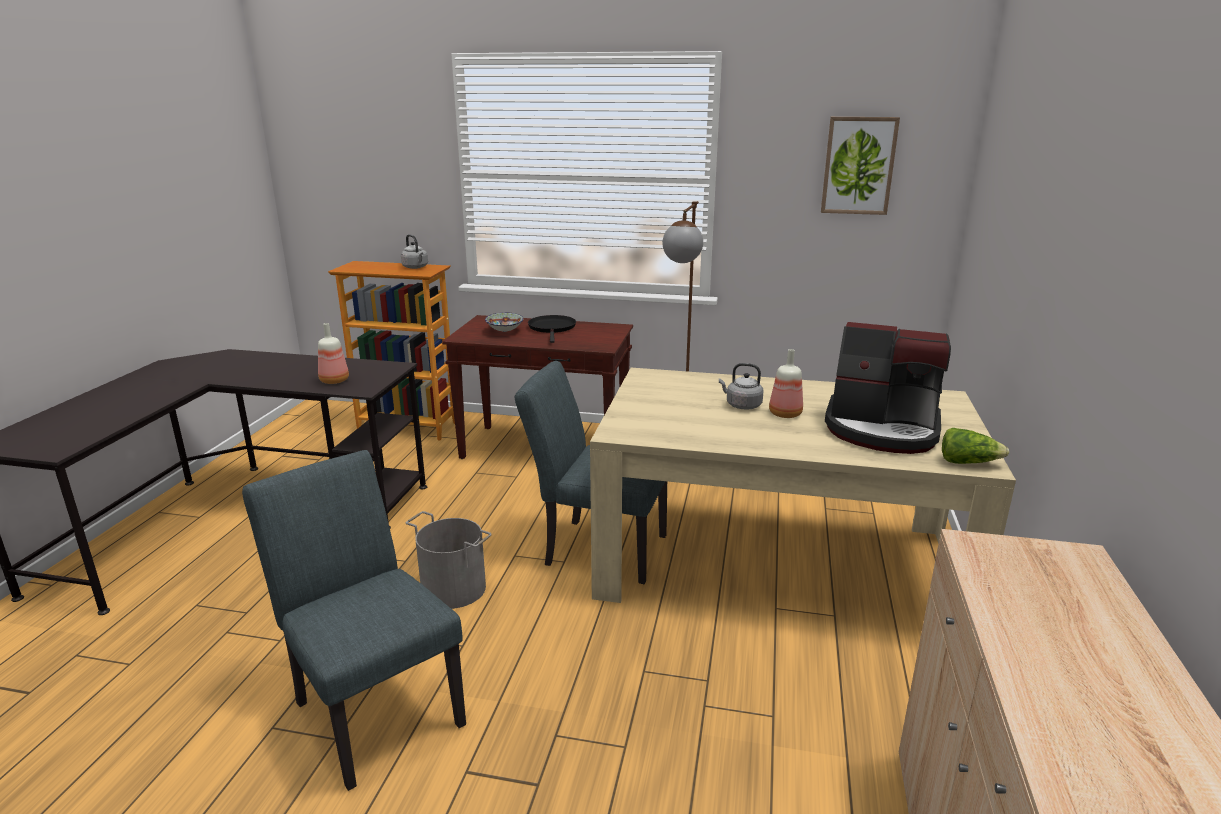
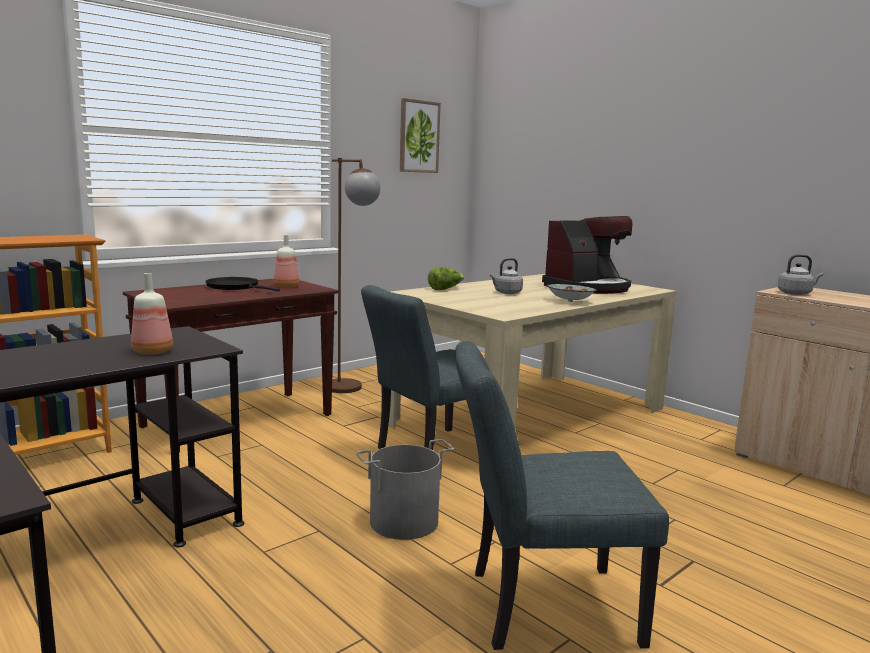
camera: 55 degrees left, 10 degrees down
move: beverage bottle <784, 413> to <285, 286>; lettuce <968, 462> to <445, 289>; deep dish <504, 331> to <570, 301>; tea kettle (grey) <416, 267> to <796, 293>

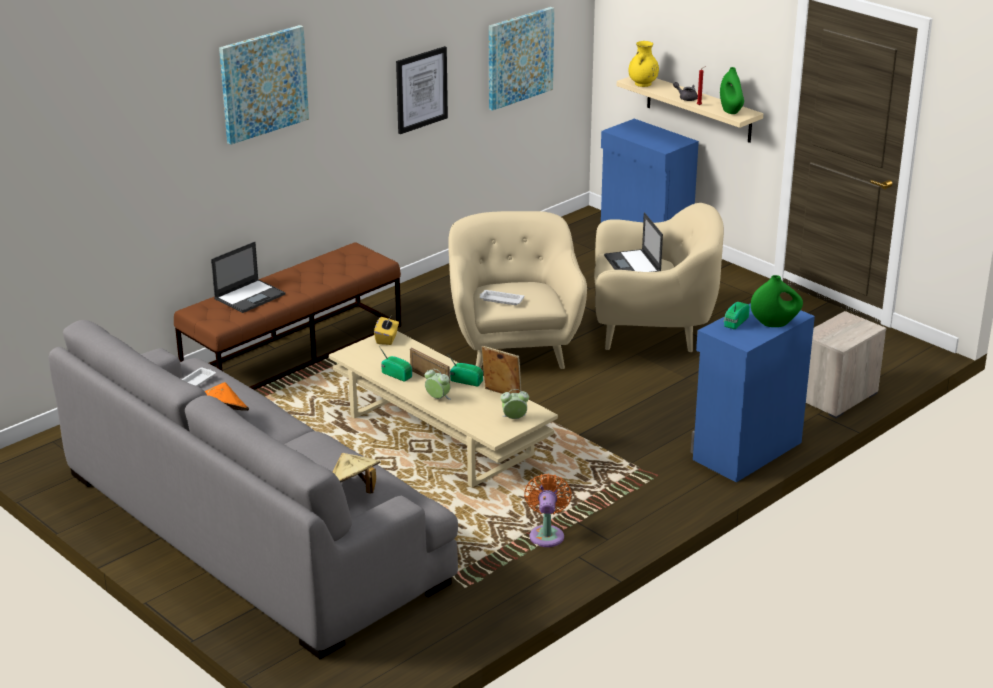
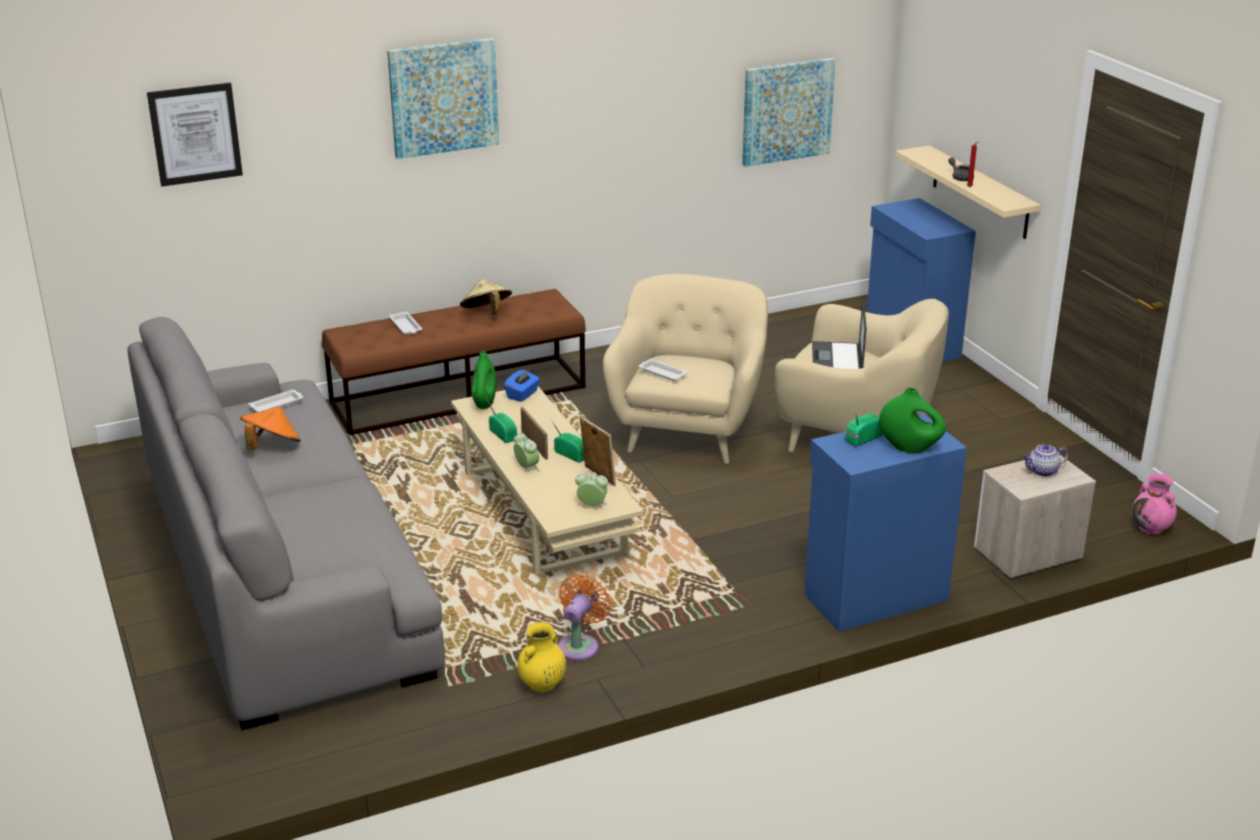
camera: 20 degrees right, 0 degrees up
insert: tea pot <1042, 471>; decorative vase (pinkish) <1151, 528>
move: wall picture <421, 89> to <195, 134>; wearable hat (sand-coloured) <353, 491> to <486, 314>; decorative vase (green) <731, 111> to <485, 403>; decorative vase (yellowish) <643, 84> to <542, 684>
replace: notebook computer <250, 296> to carrying tray (white) <406, 326>
recolor: tissue holder (yellowish) <387, 339> to tissue holder (blue-coloured) <522, 395>

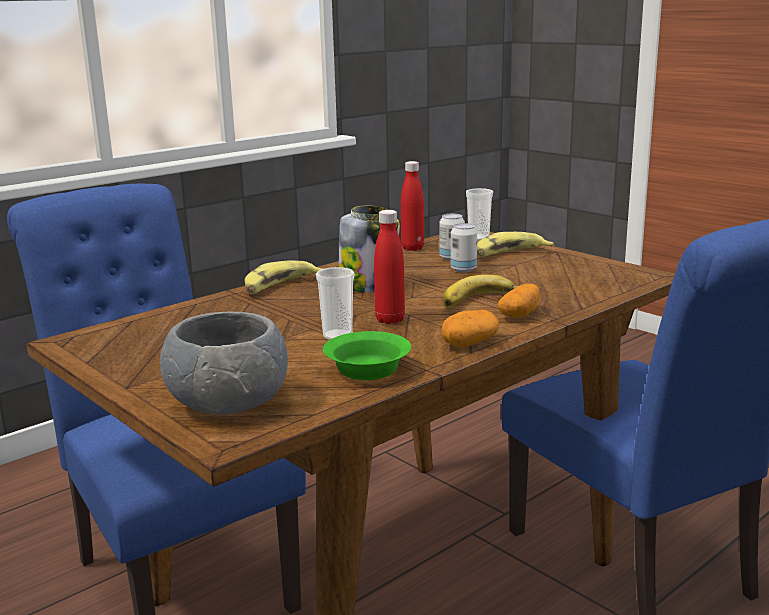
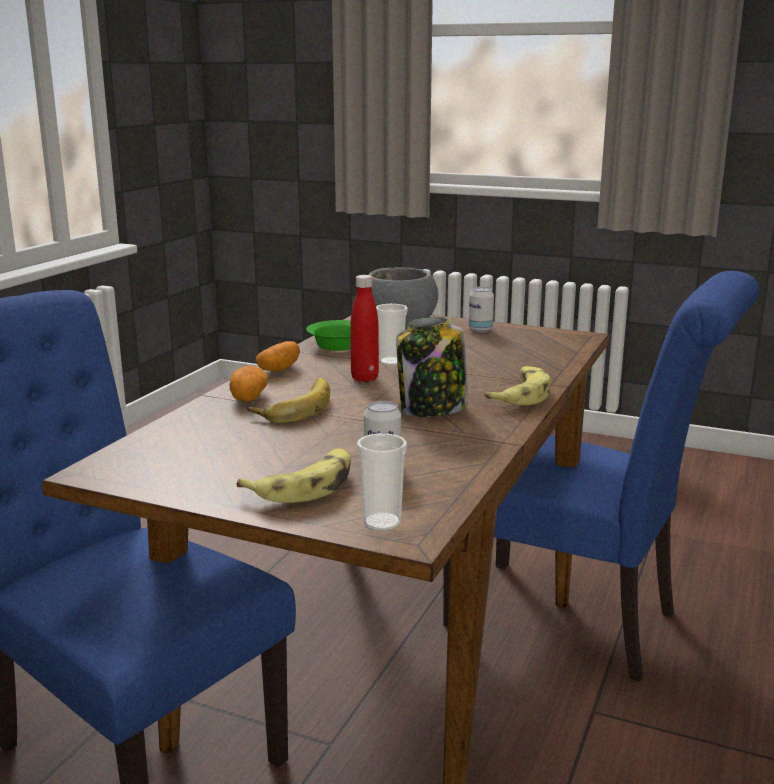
camera: 155 degrees right, 0 degrees up
delete: beverage bottle (red) <412, 248>
move: can <463, 269> to <480, 330>

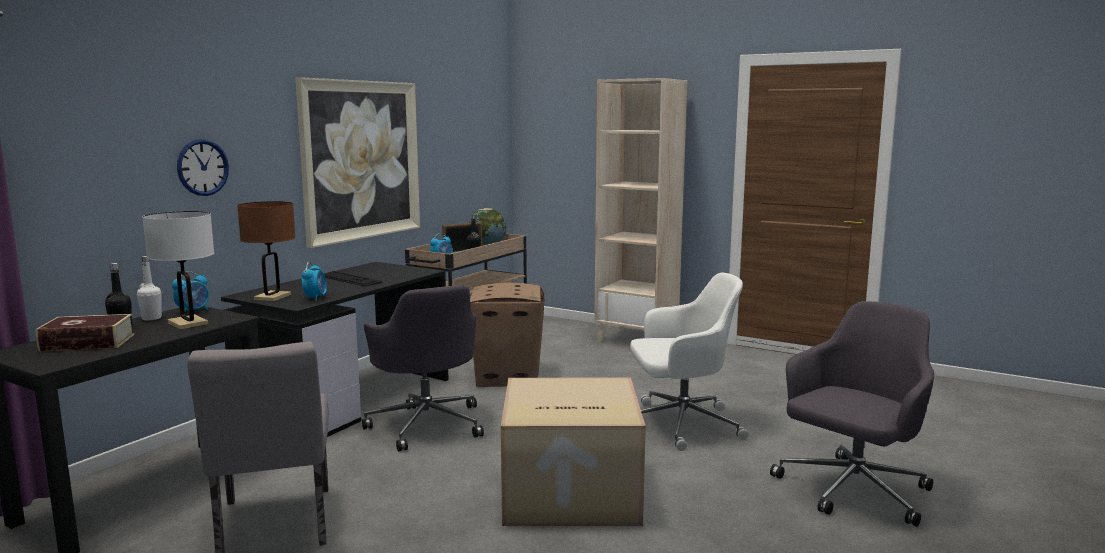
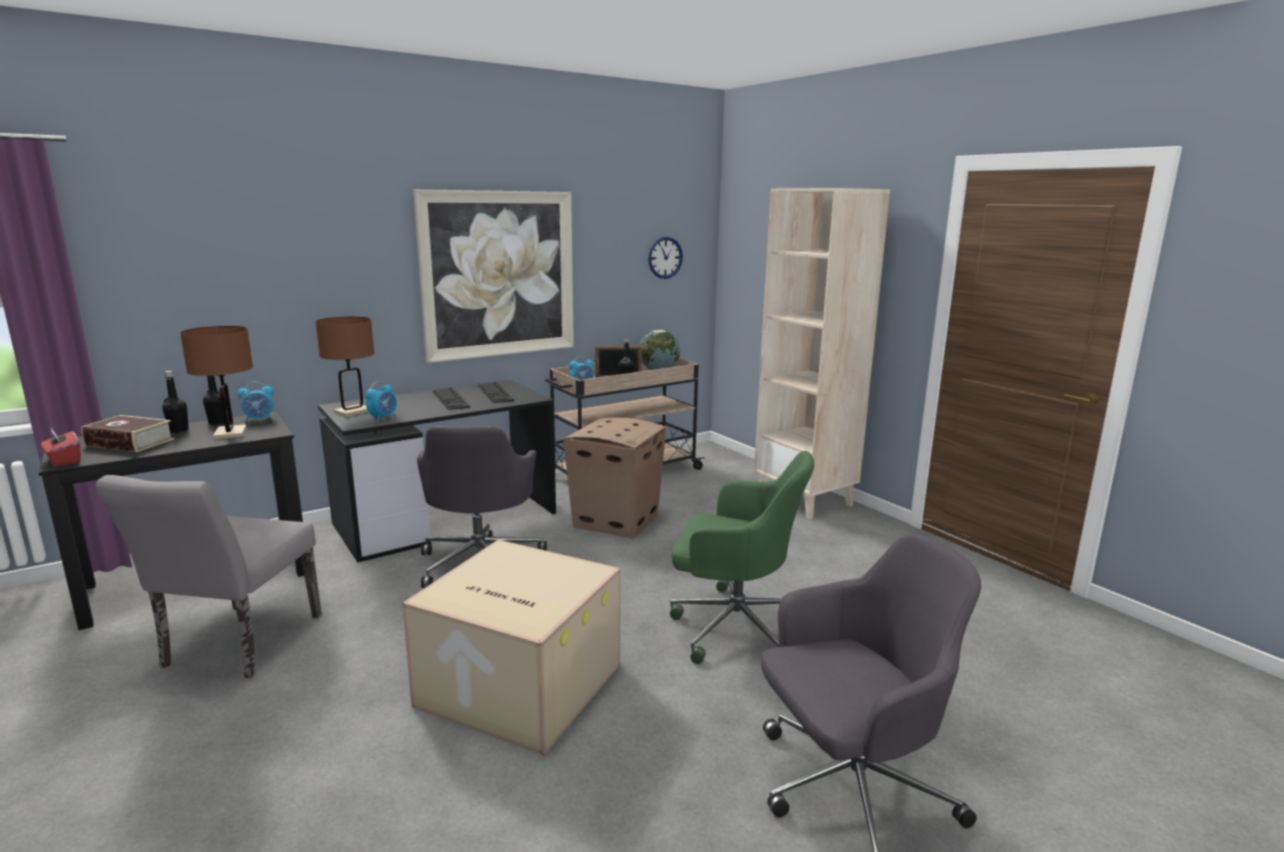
camera: 25 degrees right, 5 degrees up
insert: tissue holder (red) <64, 461>; keyboard <494, 392>
move: clock on the wall <202, 167> to <665, 257>
recolor: table lamp (white) <187, 323> to table lamp (brown) <230, 433>; beverage bottle (white) <151, 318> to beverage bottle (blackish) <218, 422>; desk chair (white) <681, 424> to desk chair (green) <734, 627>

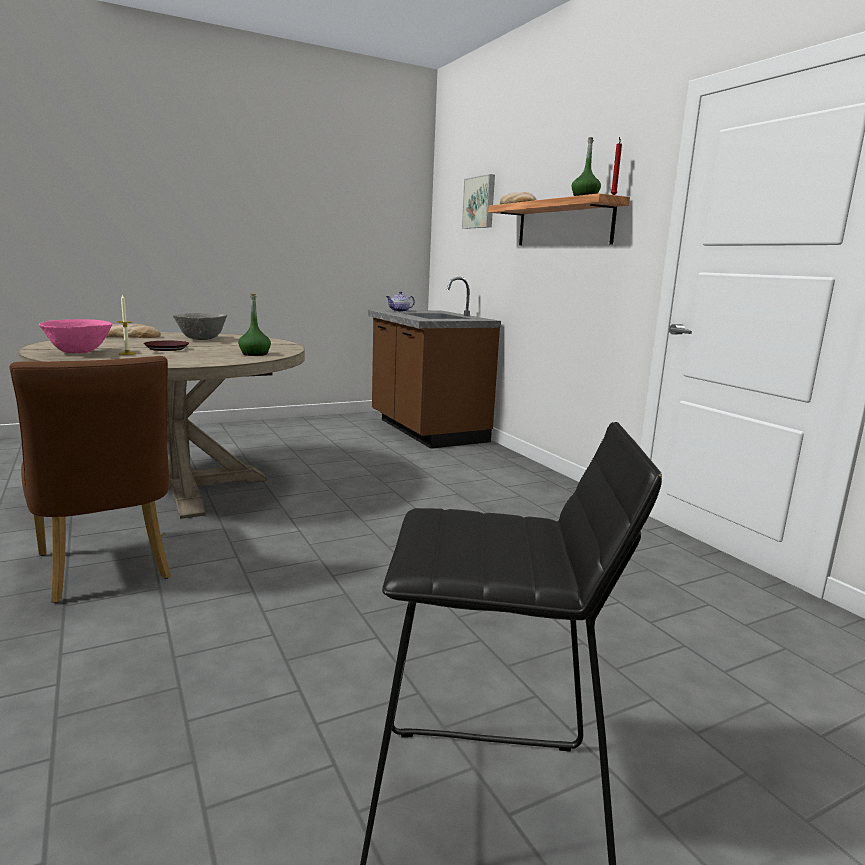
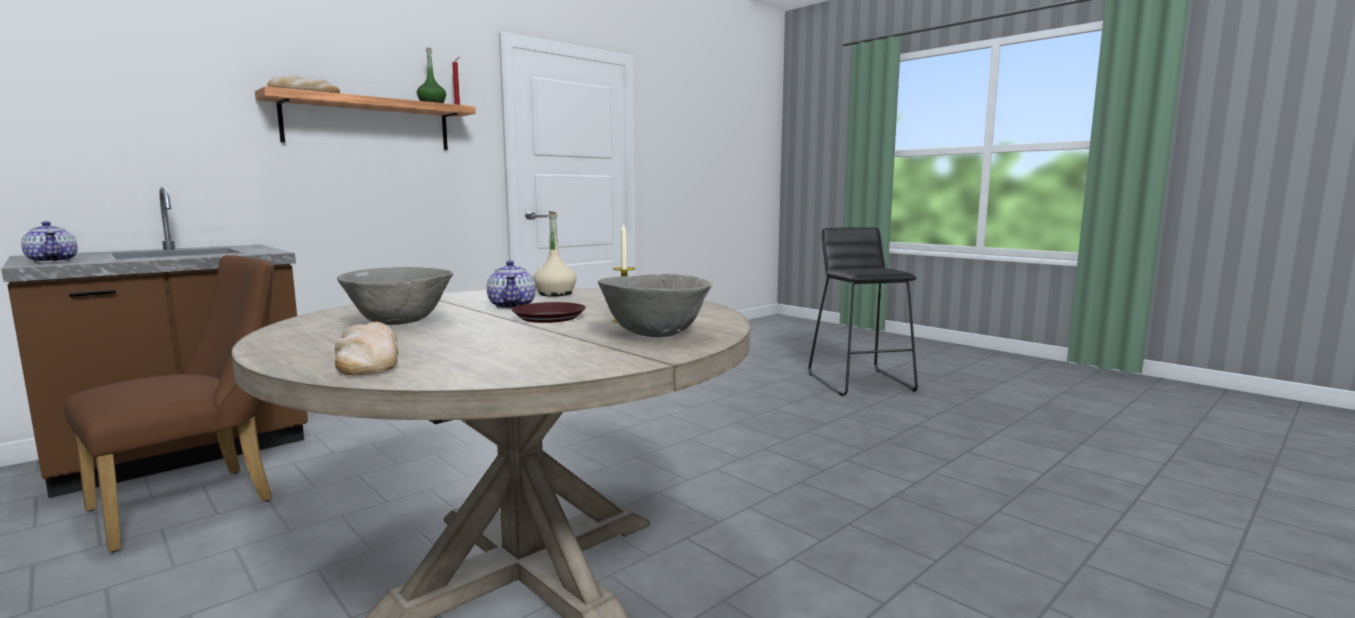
camera: 105 degrees left, 5 degrees down
delete: wall picture <480, 202>
insert: tea pot <512, 306>
move: plain chair (brown) <107, 571> to <198, 502>
recolor: beverage bottle (green) <255, 354> to beverage bottle (sand-coloured) <555, 294>; deep dish (pinkish) <79, 353> to deep dish (grey) <654, 334>

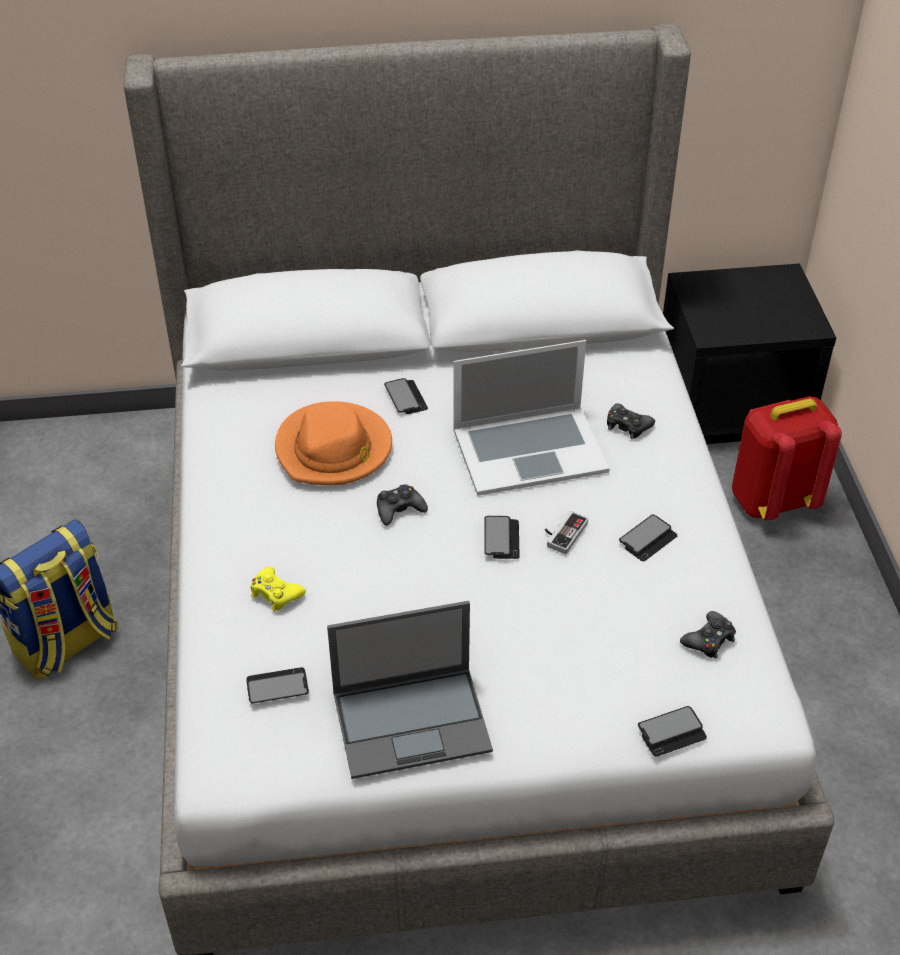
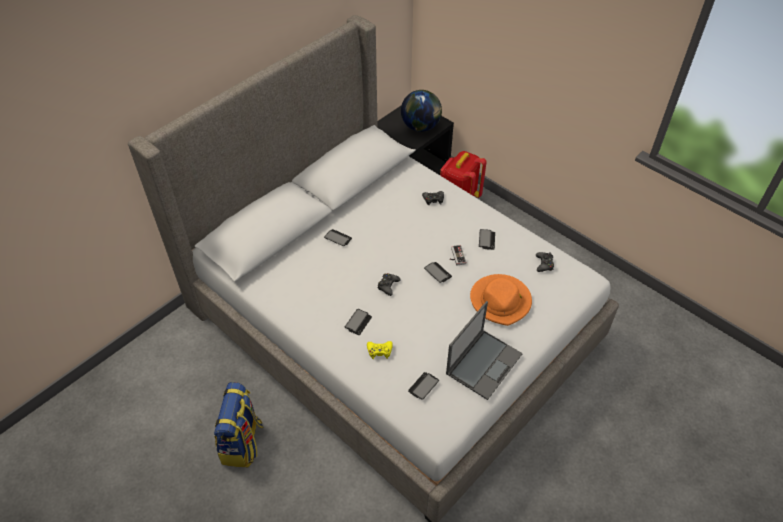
camera: 40 degrees left, 5 degrees up
delete: notebook computer <529, 449>
insert: world globe <421, 126>
move: handset <671, 732> to <358, 322>; wearable hat (orange-coloured) <334, 449> to <501, 301>

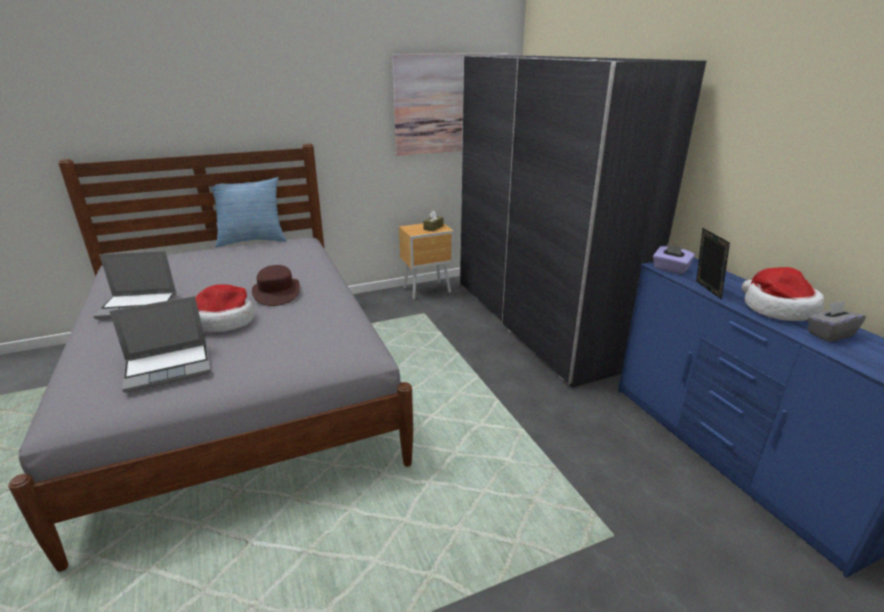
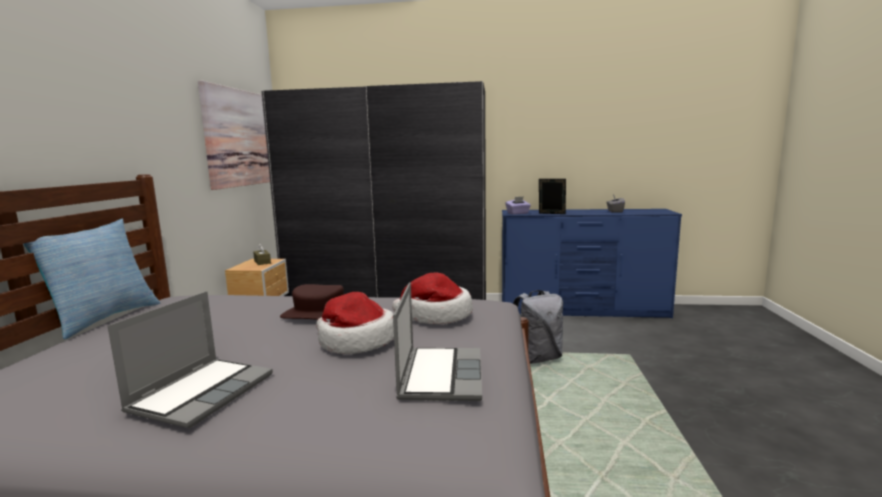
camera: 60 degrees left, 15 degrees down
insert: rucksack (grey) <536, 358>
move: wearable hat <777, 309> to <436, 315>

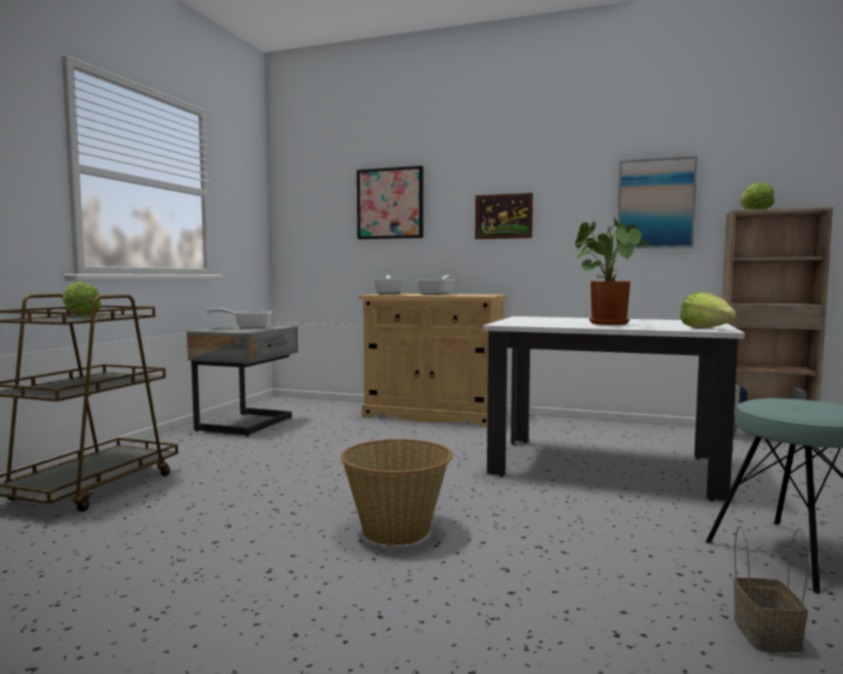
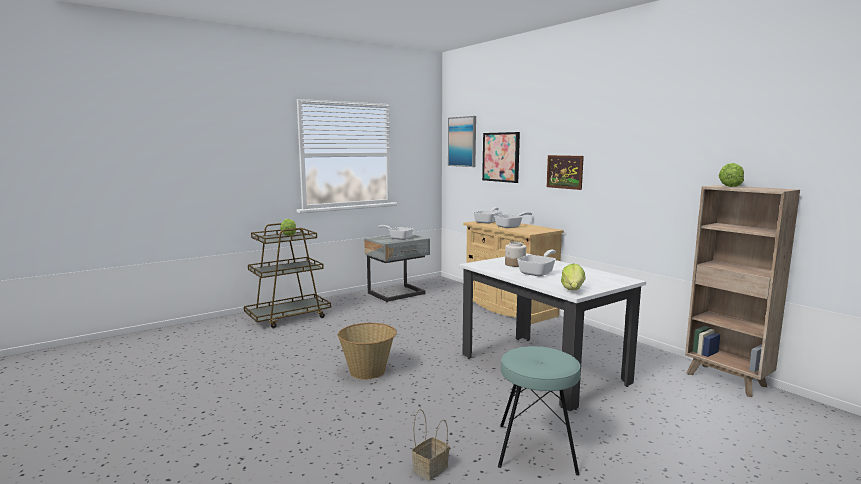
camera: 35 degrees right, 5 degrees up
insert: preserve jar <515, 264>
move: wall picture <655, 204> to <462, 141>
replace: potted plant <605, 323> to pan <538, 272>

